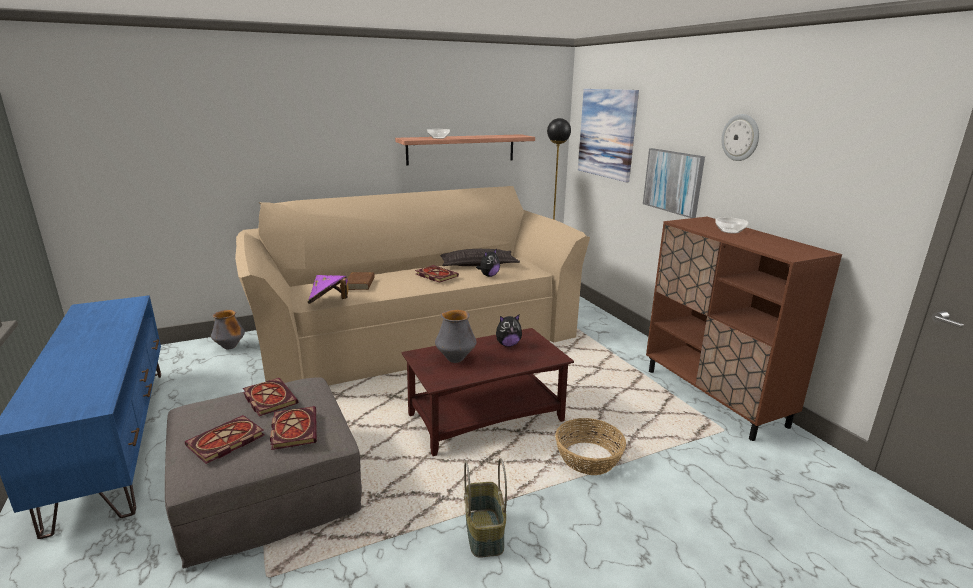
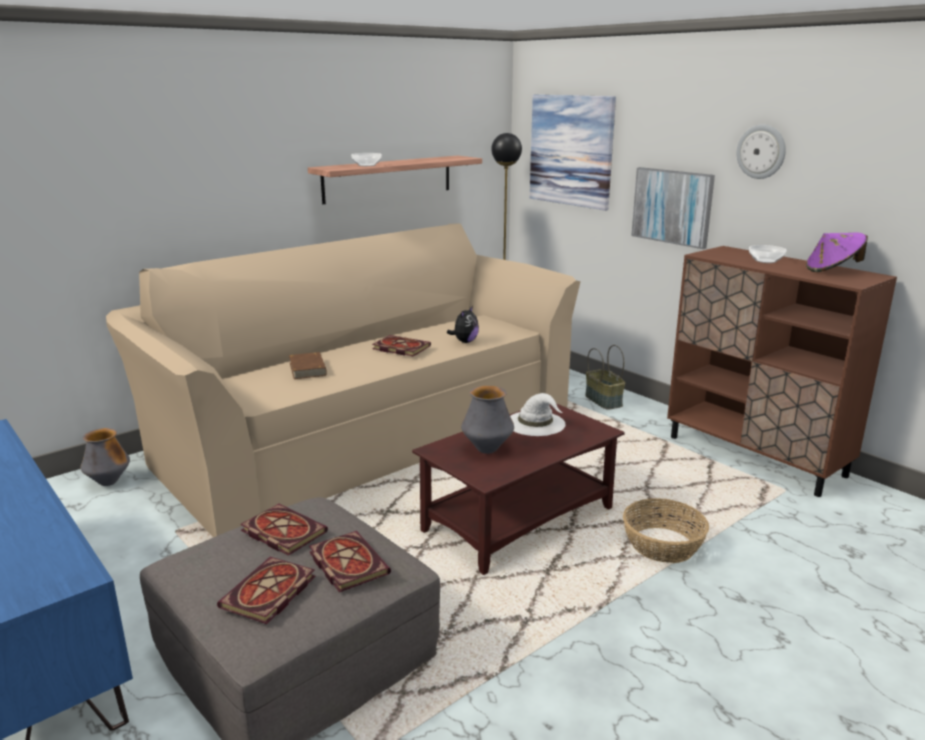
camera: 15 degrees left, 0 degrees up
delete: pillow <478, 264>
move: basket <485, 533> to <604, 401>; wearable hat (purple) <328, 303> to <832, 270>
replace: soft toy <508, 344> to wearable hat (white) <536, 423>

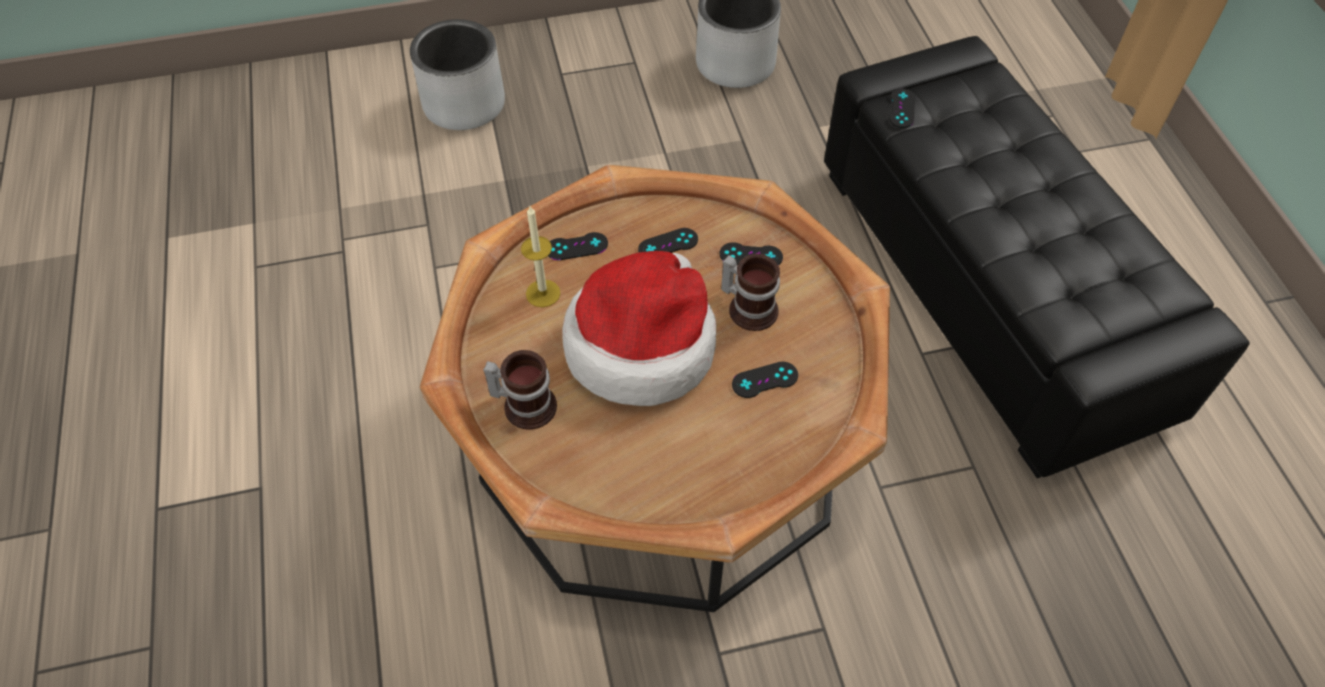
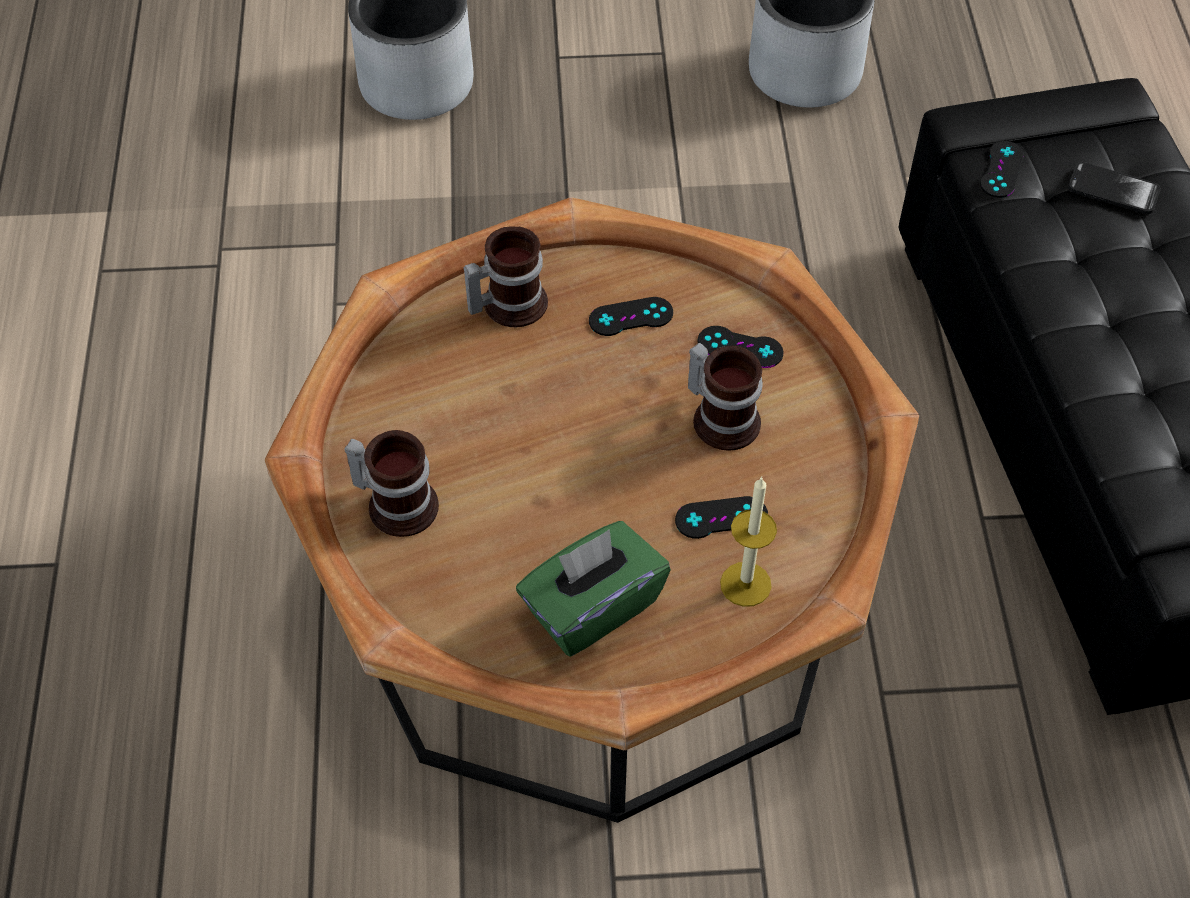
camera: 10 degrees right, 0 degrees up
delete: wearable hat <642, 344>
insert: tissue holder (green) <592, 607>; handset <1113, 190>
move: candle <543, 293> to <745, 584>
replace: gamepad (blackish) <576, 246> to mug <508, 303>

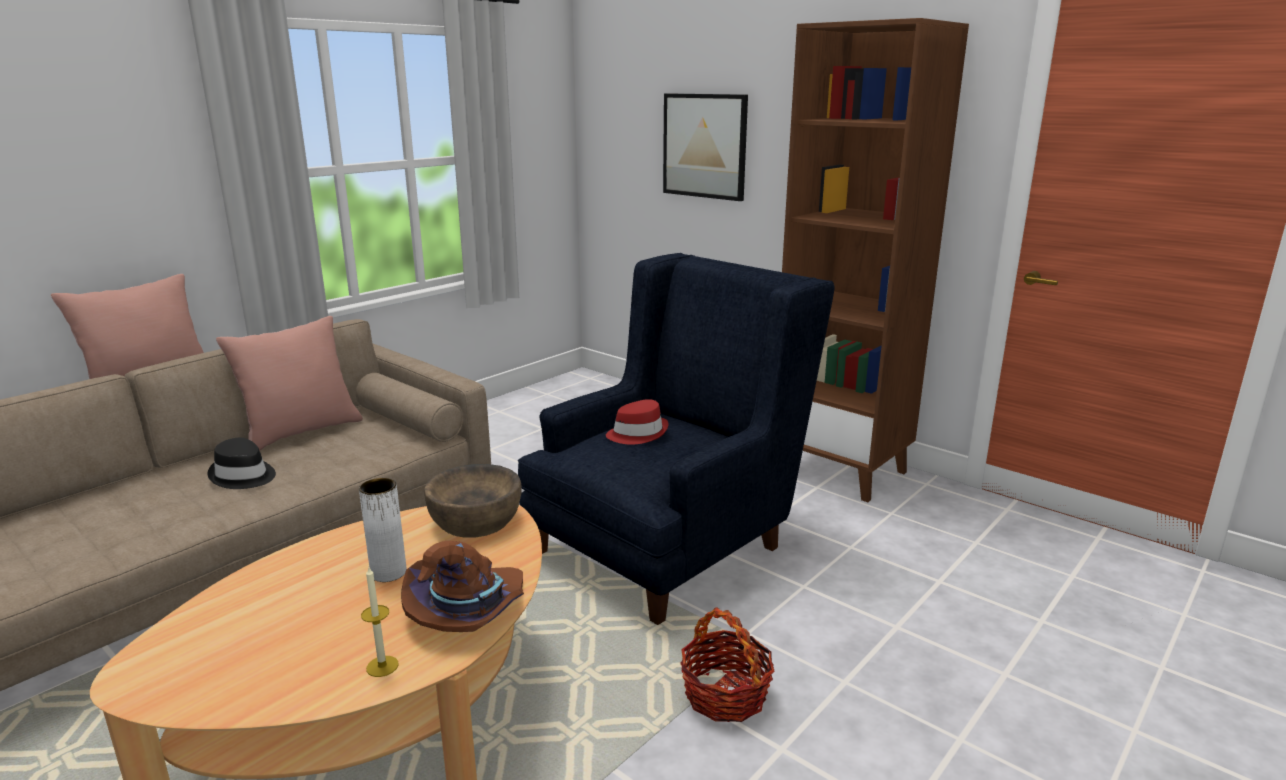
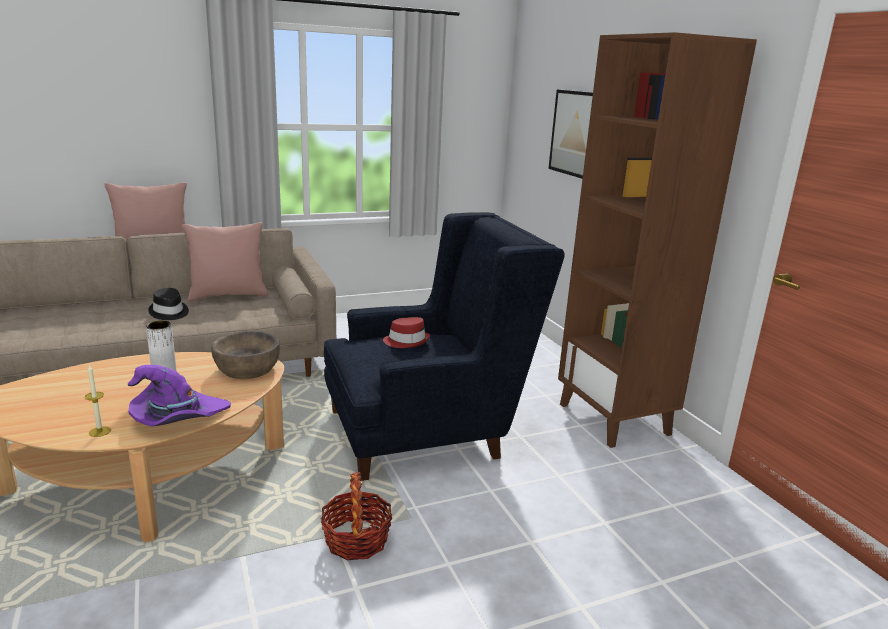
camera: 25 degrees right, 0 degrees up
recolor: wearable hat (brown) <469, 611> to wearable hat (purple) <177, 417>

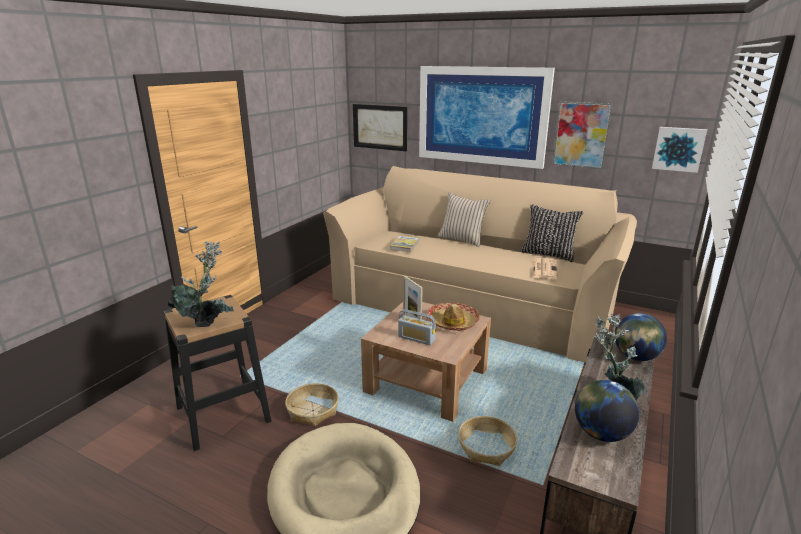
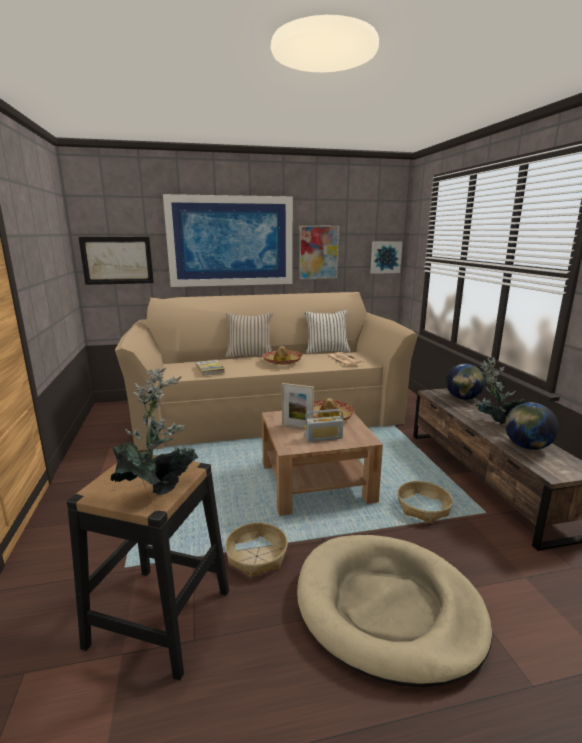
camera: 40 degrees left, 5 degrees down
insert: wearable hat <282, 361>
recolor: pillow (blackish) <548, 254> to pillow (white) <326, 351>

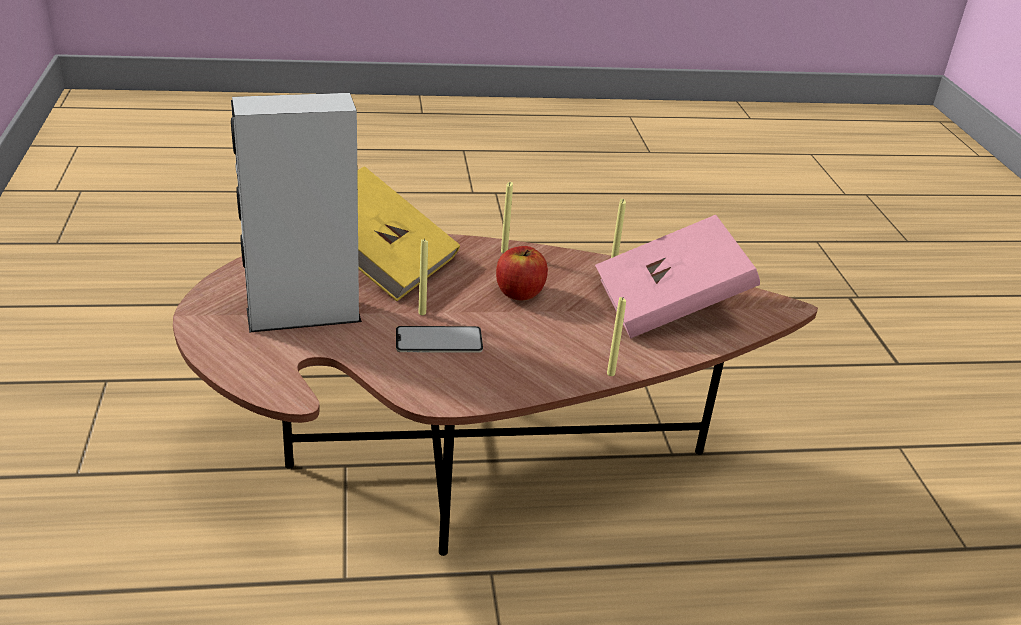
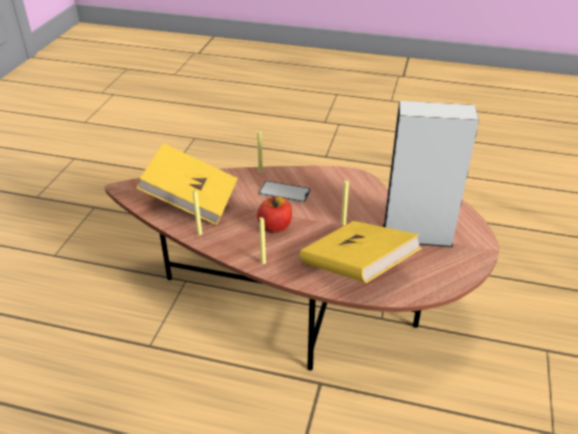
camera: 155 degrees left, 5 degrees up
move: handset <439, 340> to <284, 192>
recolor: book (pinkish) <669, 307> to book (yellowish) <191, 201>

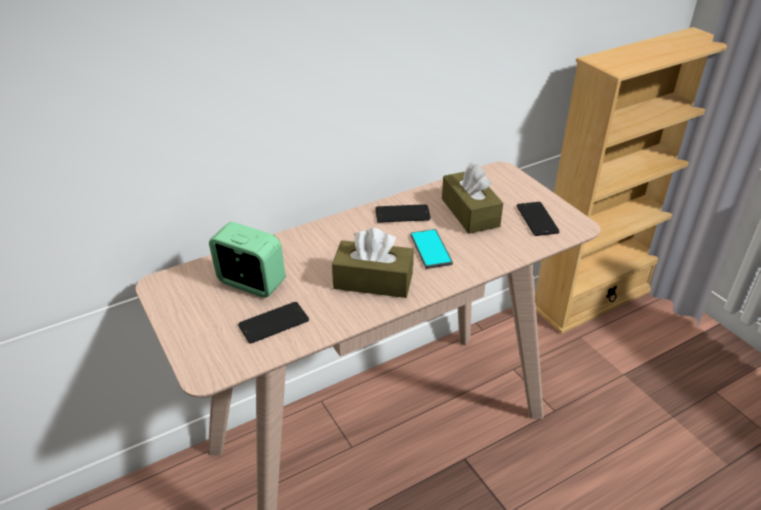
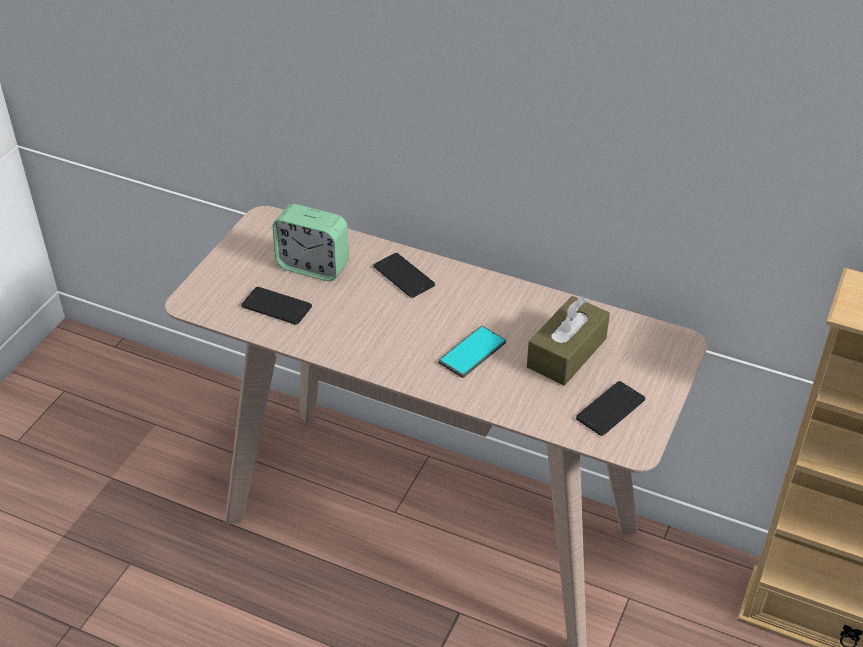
camera: 55 degrees right, 5 degrees up
delete: tissue holder (brown) <373, 281>
move: handset <402, 214> to <403, 276>
rotate: table clock <251, 283> = <313, 266> 120 degrees clockwise

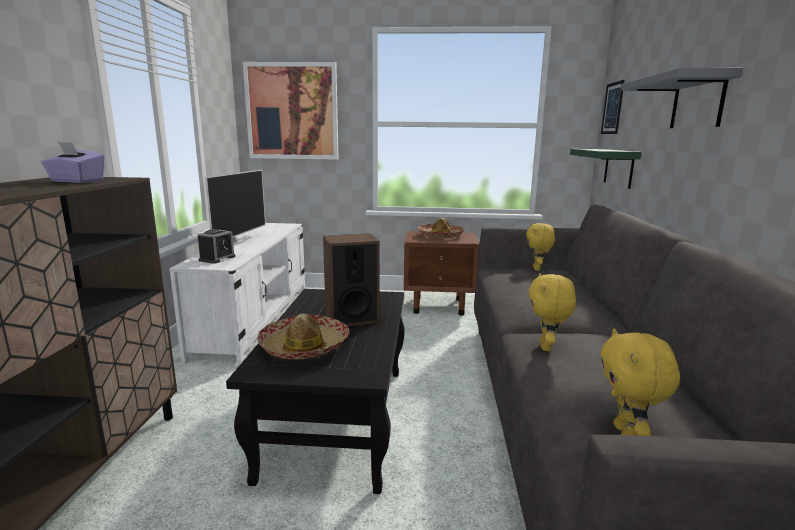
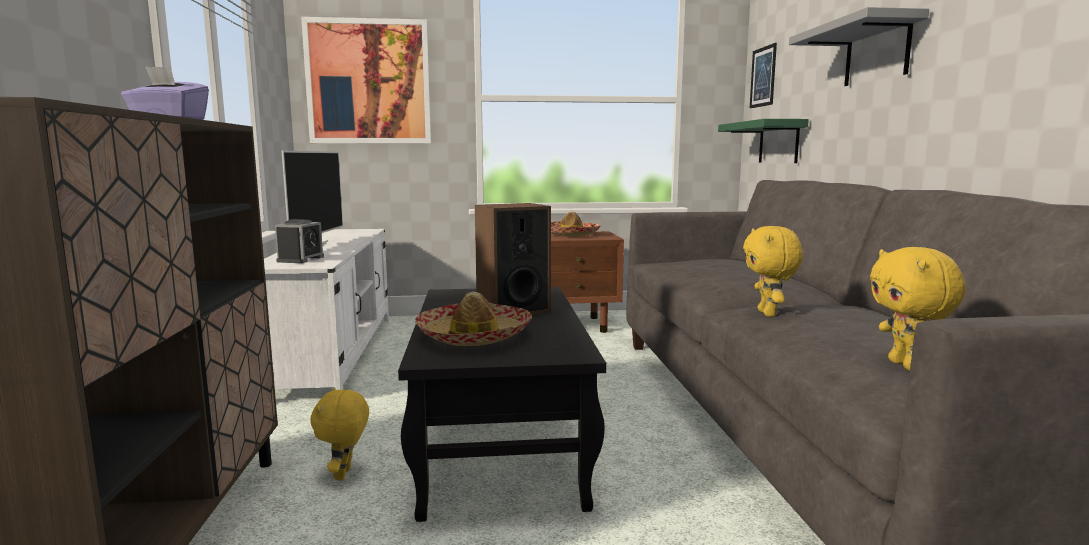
camera: 10 degrees left, 5 degrees down
move: soft toy (yellowish) <537, 269> to <344, 474>

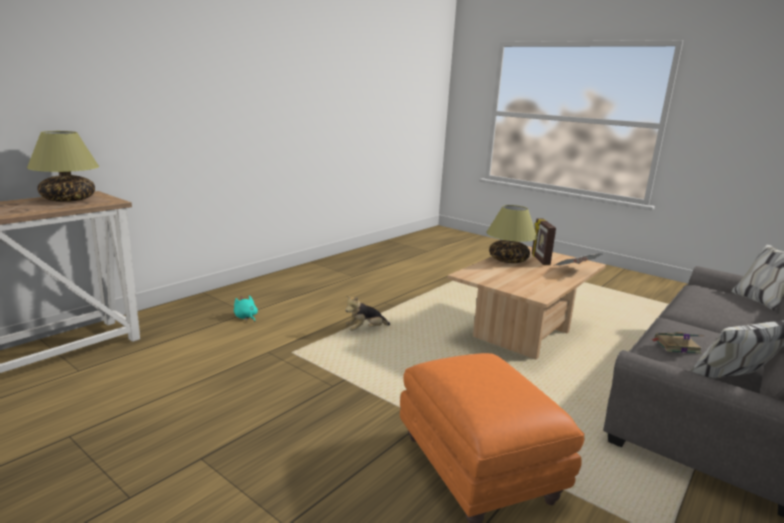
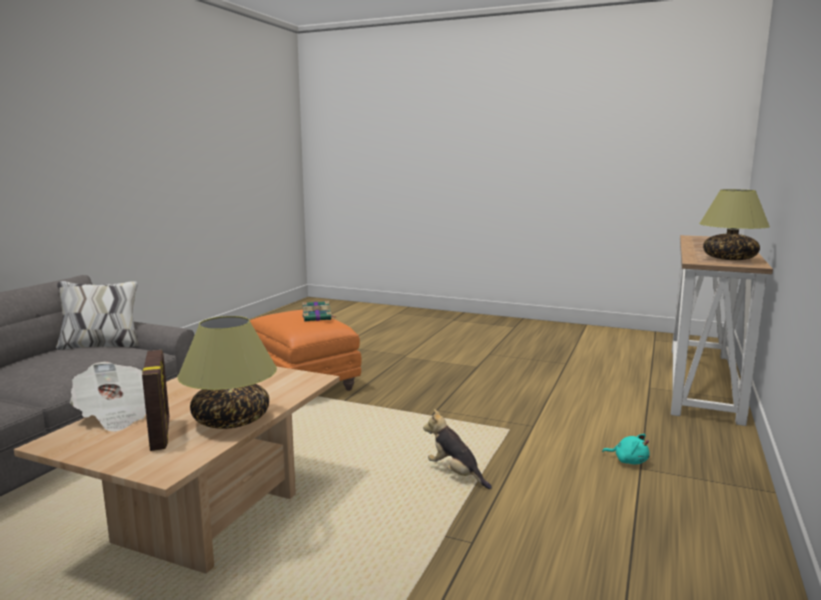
camera: 165 degrees right, 5 degrees down
move: book <675, 346> to <317, 318>
rotate: soft toy <365, 330> = <455, 474> 90 degrees counterclockwise

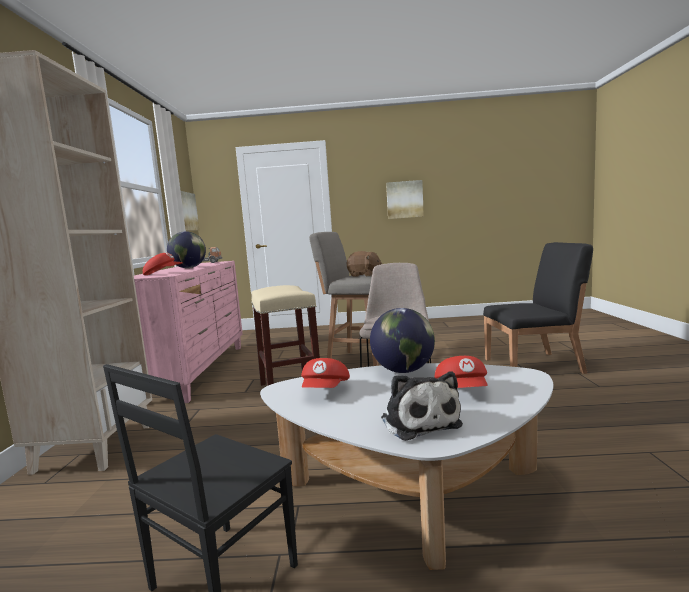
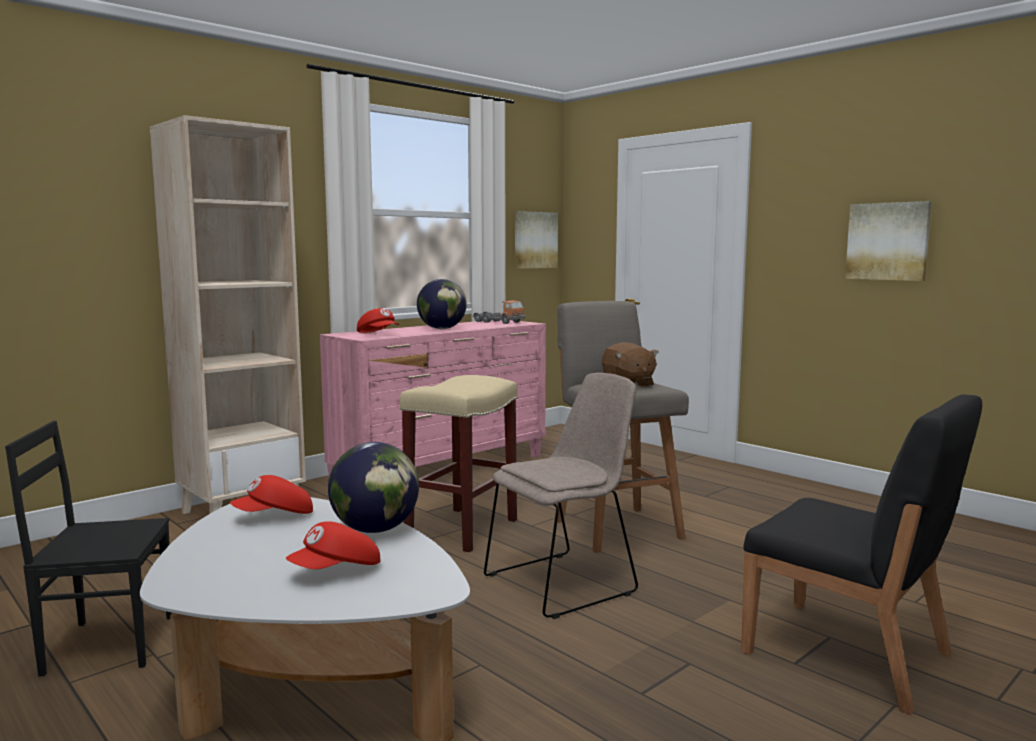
camera: 45 degrees right, 0 degrees up
delete: soft toy <418, 421>

